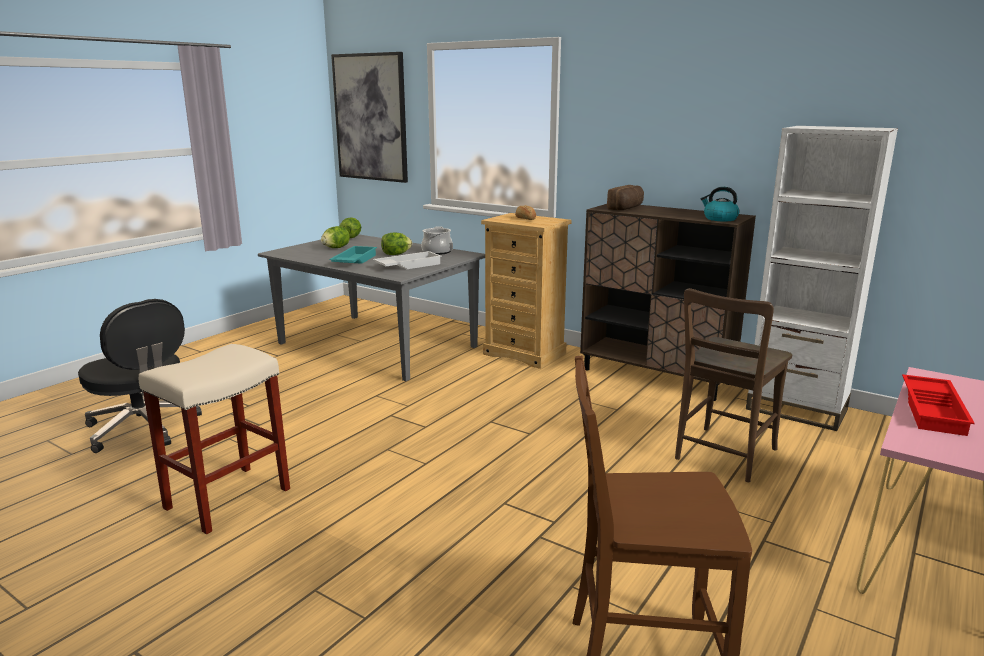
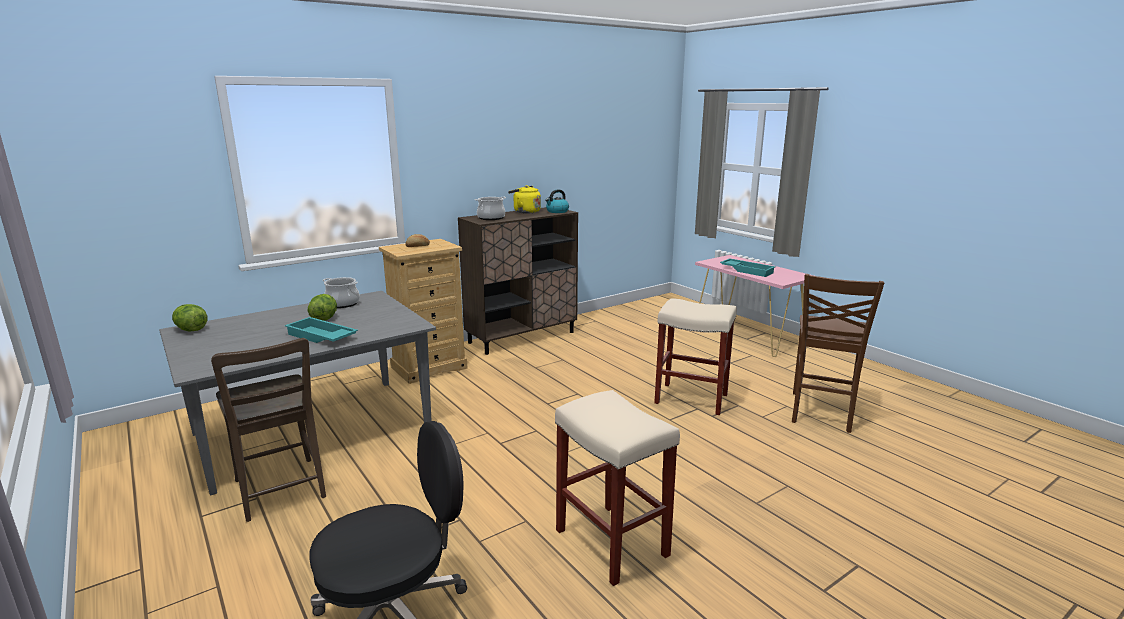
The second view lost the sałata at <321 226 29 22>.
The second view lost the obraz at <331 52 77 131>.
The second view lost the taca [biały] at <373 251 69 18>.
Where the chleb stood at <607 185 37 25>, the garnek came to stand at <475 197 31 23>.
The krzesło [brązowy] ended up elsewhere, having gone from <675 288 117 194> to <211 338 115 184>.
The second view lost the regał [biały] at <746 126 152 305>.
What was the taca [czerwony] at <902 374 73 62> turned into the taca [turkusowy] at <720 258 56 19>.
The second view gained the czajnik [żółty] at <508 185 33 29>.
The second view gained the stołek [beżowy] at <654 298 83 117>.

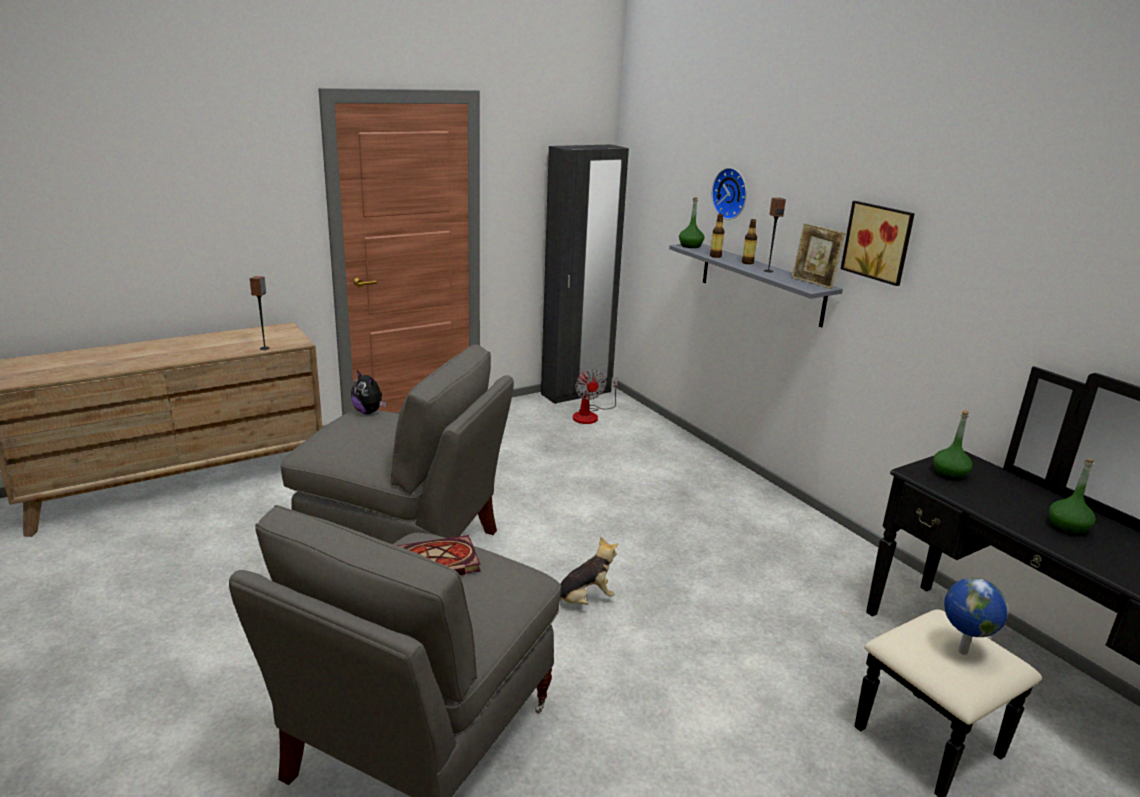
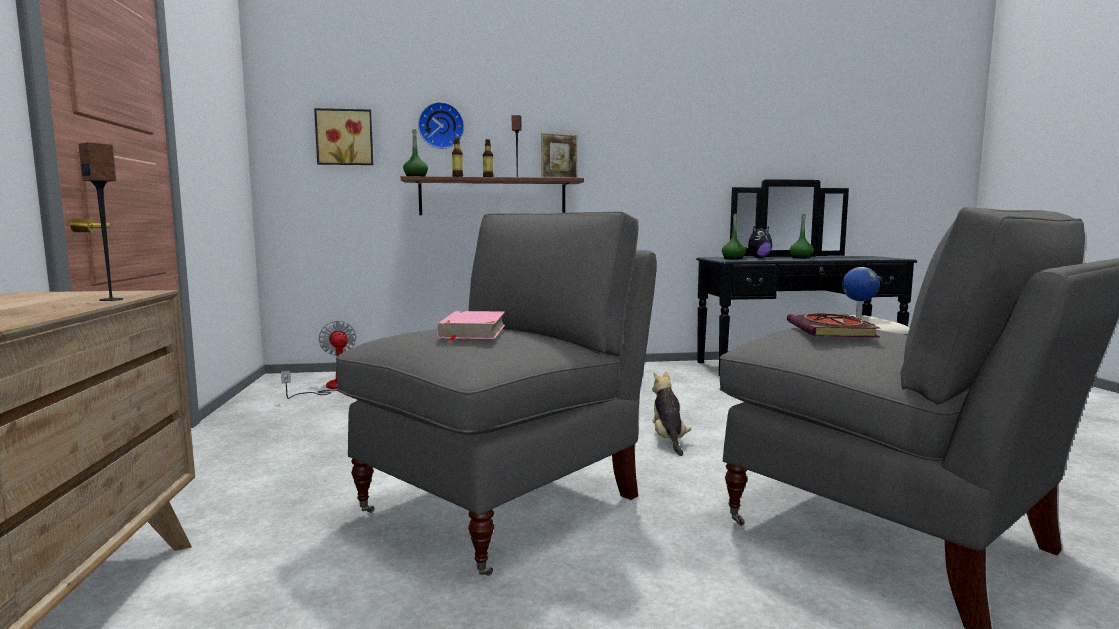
The pluszak ended up elsewhere, having gone from <351 370 35 44> to <745 226 27 32>.
The second view lost the szafa [czarny] at <541 145 88 259>.
The wentylator at <573 369 45 55> ended up facing another way, 120 degrees counterclockwise from before.
What was the półka [szary] at <669 243 174 85> turned into the półka [brązowy] at <401 176 183 39>.
The obraz ended up elsewhere, having gone from <841 201 74 85> to <314 108 59 57>.
The second view gained the książka [różowy] at <437 311 68 31>.

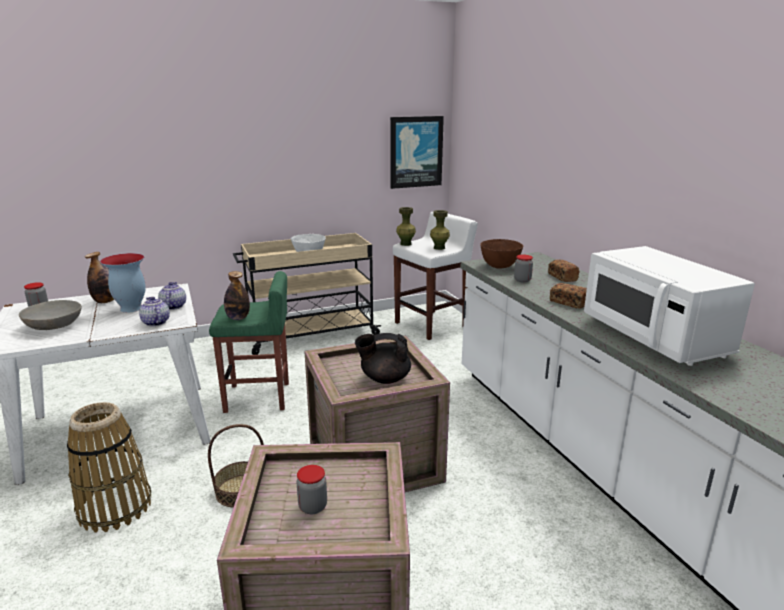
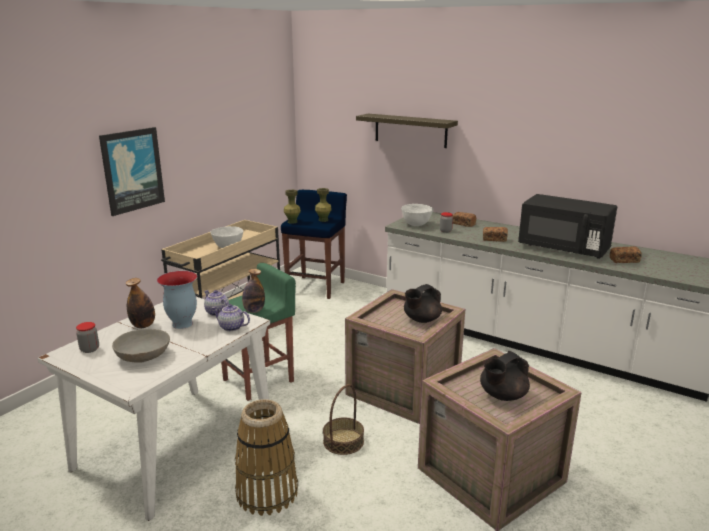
Where the słoik stood at <296 465 31 49>, the imbryk [czarny] came to stand at <480 351 50 50>.
The obraz ended up elsewhere, having gone from <390 116 54 73> to <99 127 66 89>.
What was the stołek [biały] at <393 211 85 129> turned into the stołek [niebieski] at <281 190 66 109>.
What was the miska [brązowy] at <480 239 43 30> turned into the miska [biały] at <401 204 32 22>.
What was the mikrofalówka [biały] at <584 246 171 120> turned into the mikrofalówka [czarny] at <518 194 99 65>.
The second view gained the półka at <356 114 102 34>.
The second view gained the chleb at <610 246 32 17>.

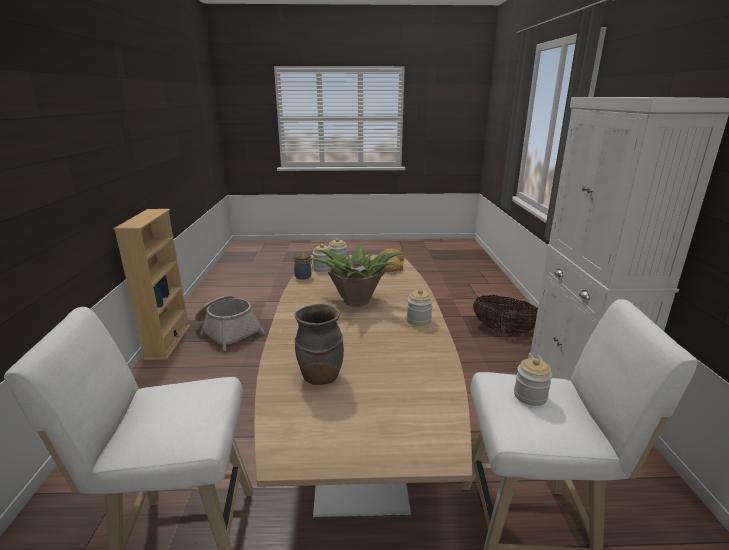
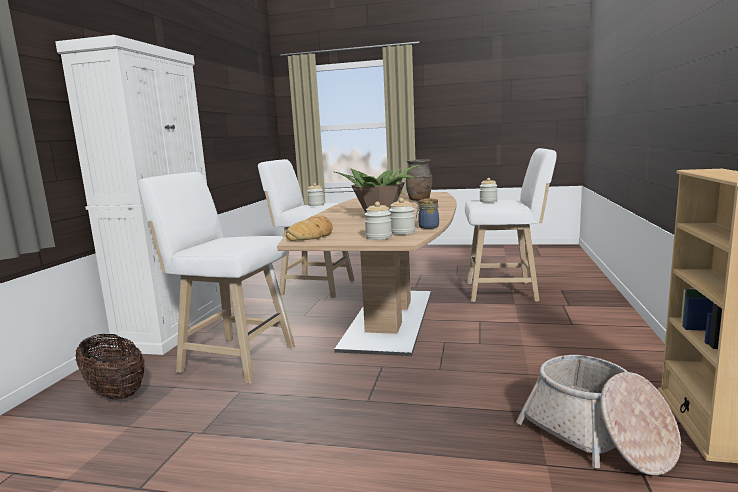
The słoik ended up elsewhere, having gone from <407 289 26 37> to <480 178 18 24>.
The second view gained the stołek [biały] at <138 172 157 212>.

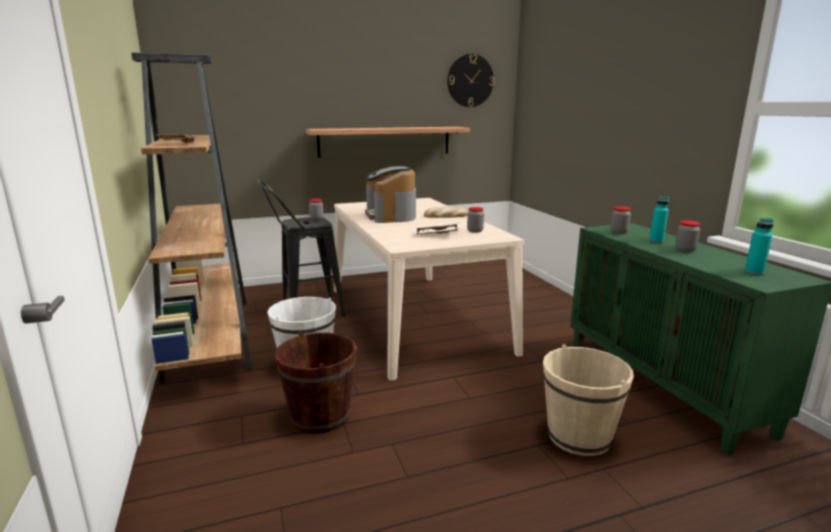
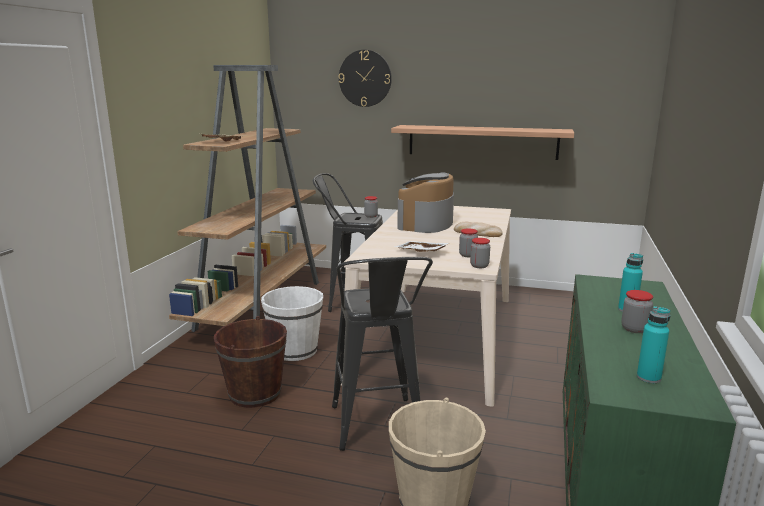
The zegar ścienny ended up elsewhere, having gone from <447 54 47 53> to <338 50 54 57>.
The słoik ended up elsewhere, having gone from <610 206 21 28> to <470 238 20 30>.
The second view gained the stołek [czarny] at <332 257 101 194>.

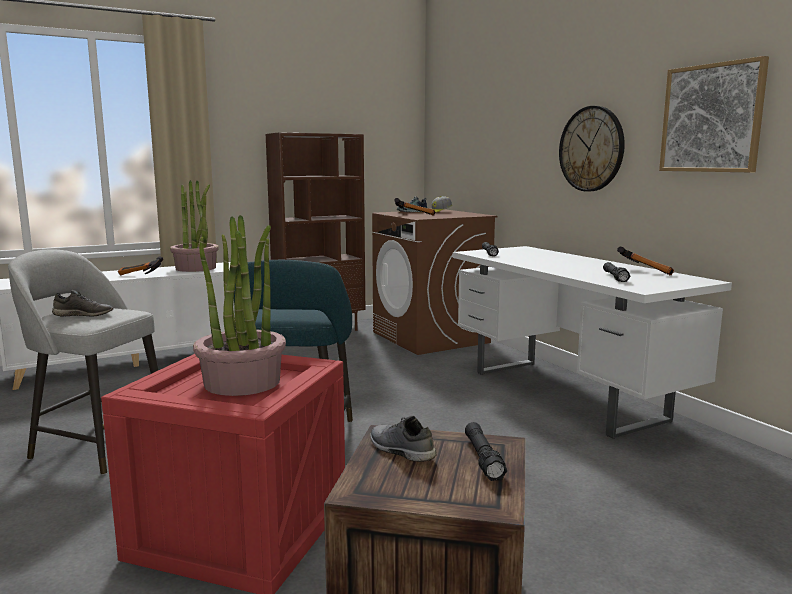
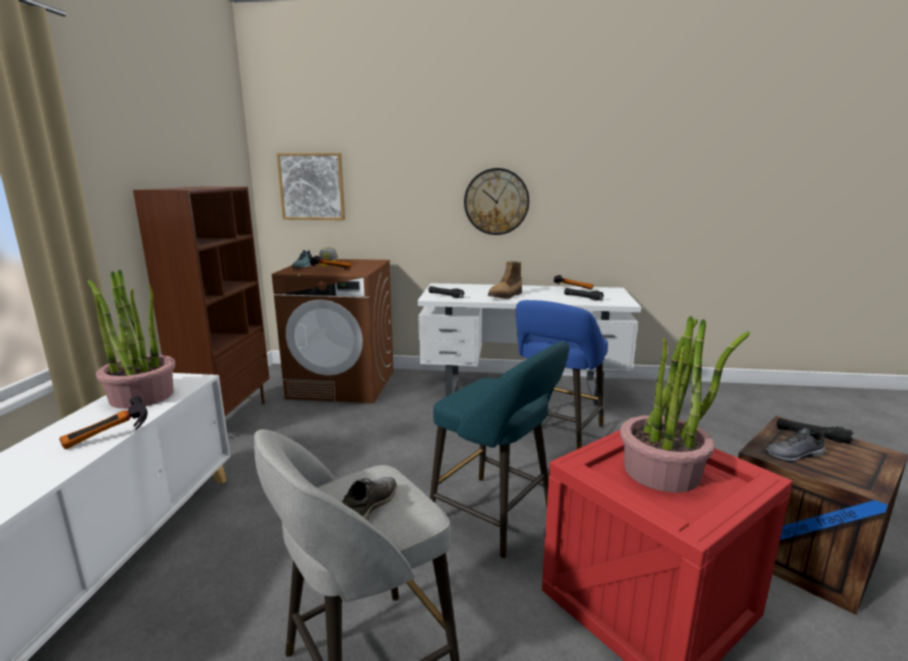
The obraz ended up elsewhere, having gone from <659 56 110 116> to <277 153 68 67>.
The second view gained the but z cholewką at <488 261 34 38>.
The second view gained the stołek [niebieski] at <516 300 92 149>.

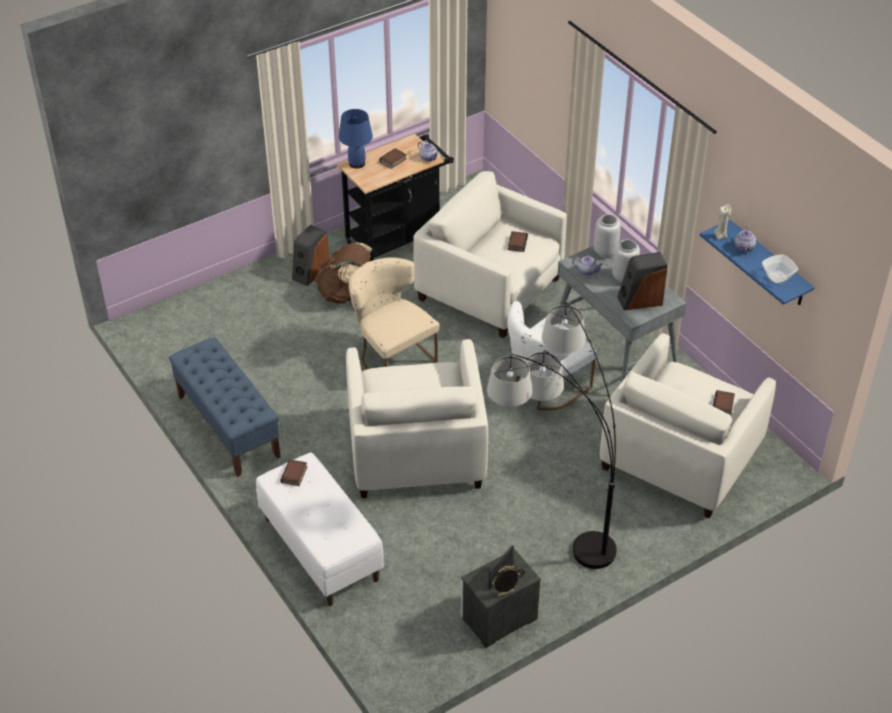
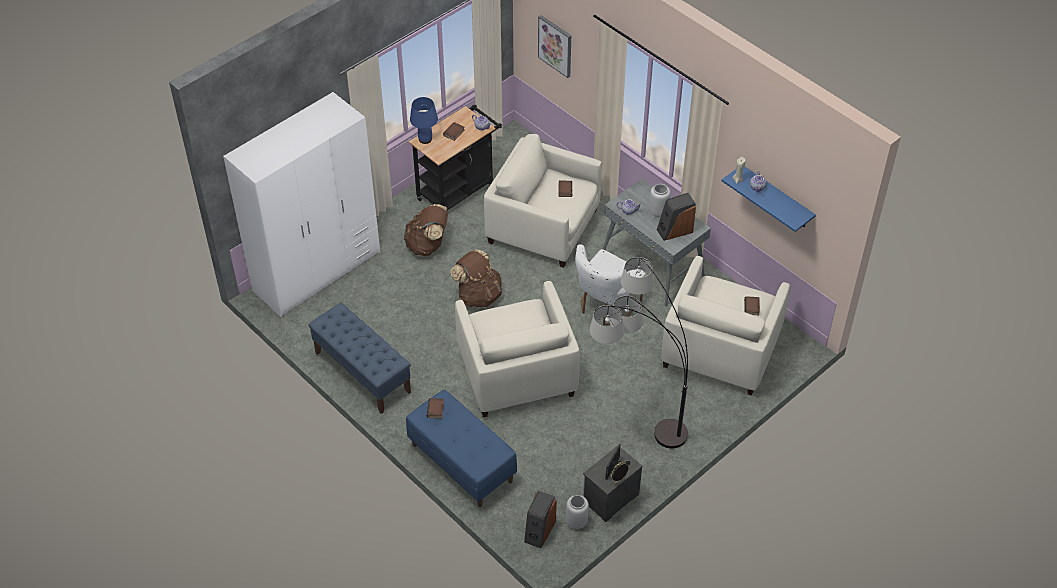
What was the ławka [biały] at <256 452 128 154> turned into the ławka [niebieski] at <406 390 111 117>.
The głośnik ended up elsewhere, having gone from <292 225 37 61> to <524 491 33 57>.
Where the krzesło [beżowy] stood at <349 257 90 112>, the plecak [brązowy] came to stand at <450 249 52 58>.
The wazon [szary] ended up elsewhere, having gone from <594 214 27 43> to <566 495 23 34>.
The second view lost the miska at <762 254 36 30>.
The second view gained the szafa [biały] at <223 92 157 225>.
The second view gained the obraz at <538 15 33 63>.

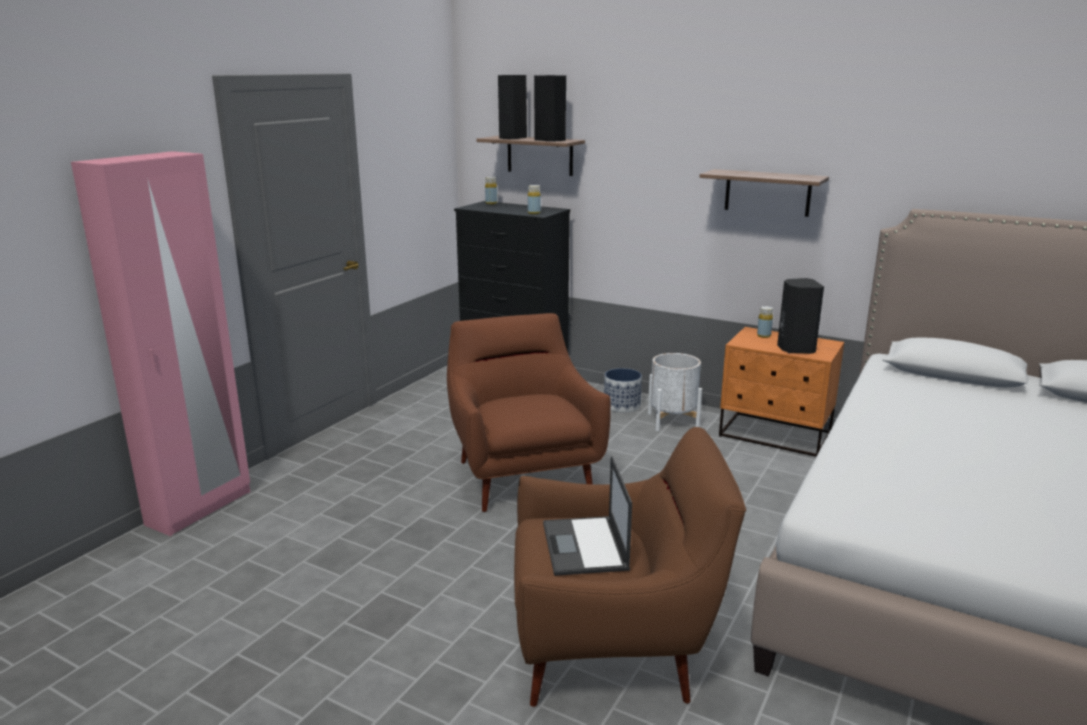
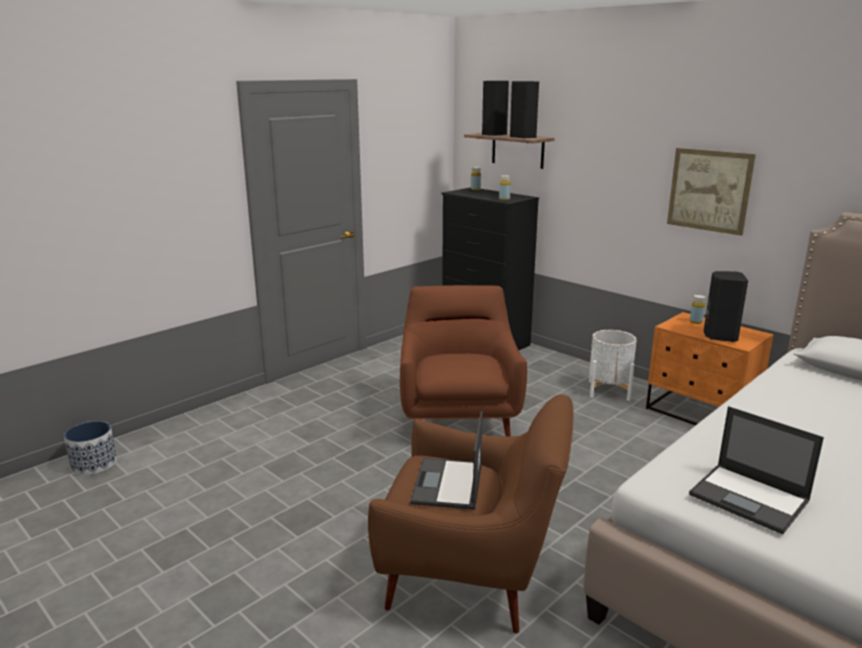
The second view lost the szafa [różowy] at <71 151 179 385>.
The donica ended up elsewhere, having gone from <604 368 38 44> to <64 421 53 54>.
Where the półka hung at <699 169 130 48>, the obraz came to hang at <667 148 89 88>.
The second view gained the laptop at <689 406 135 128>.

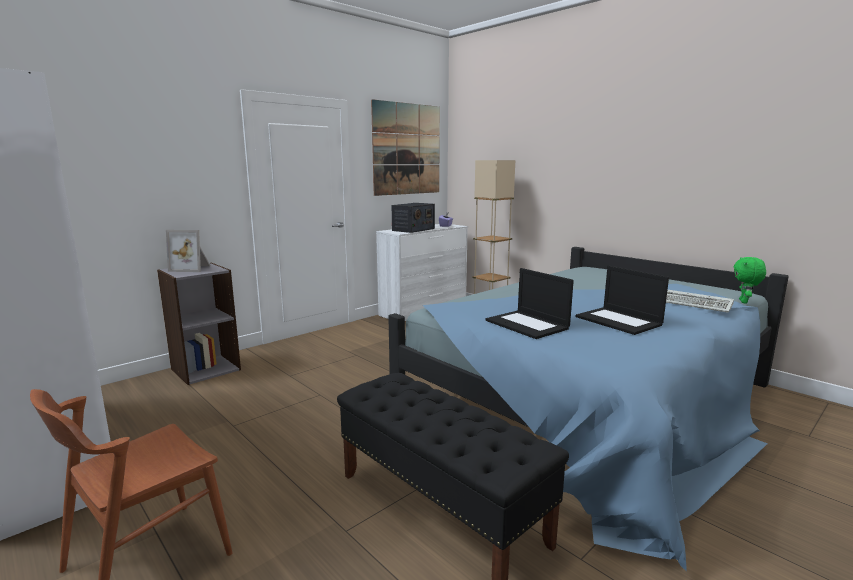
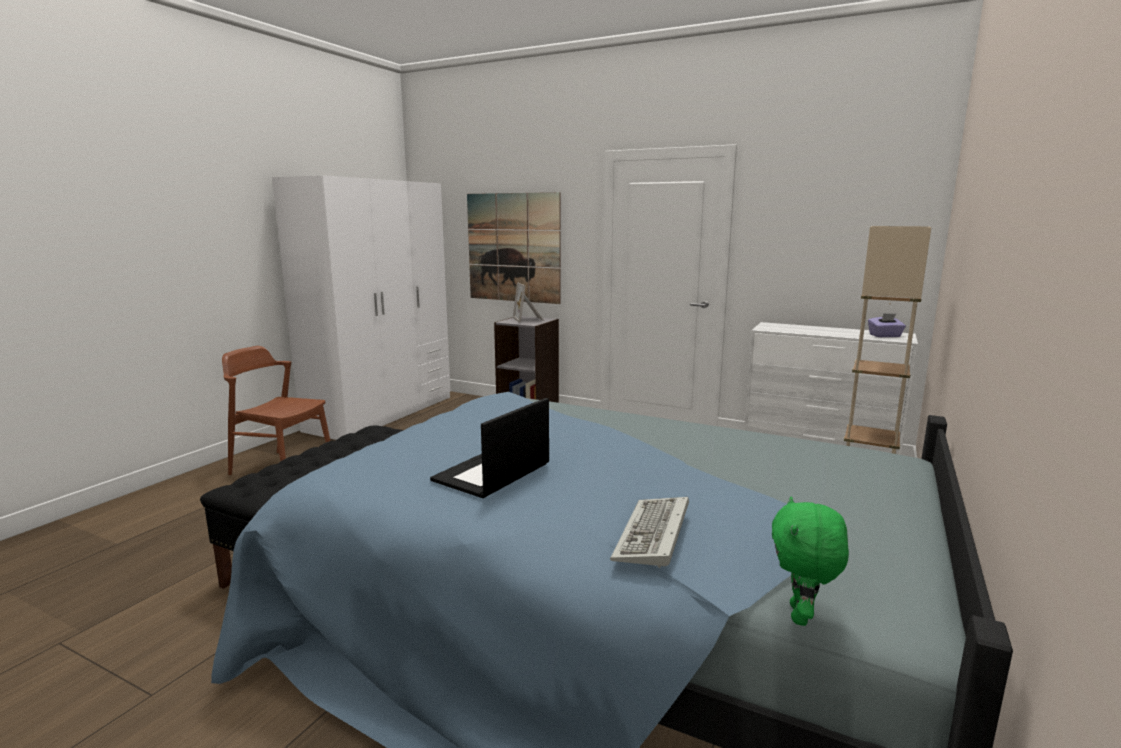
The obraz ended up elsewhere, having gone from <371 99 69 97> to <467 192 93 112>.
The second view lost the radio at <392 203 43 30>.
The second view lost the laptop at <486 268 88 71>.
The pluszak [zielony] at <733 257 33 47> ended up facing another way, 75 degrees counterclockwise from before.

